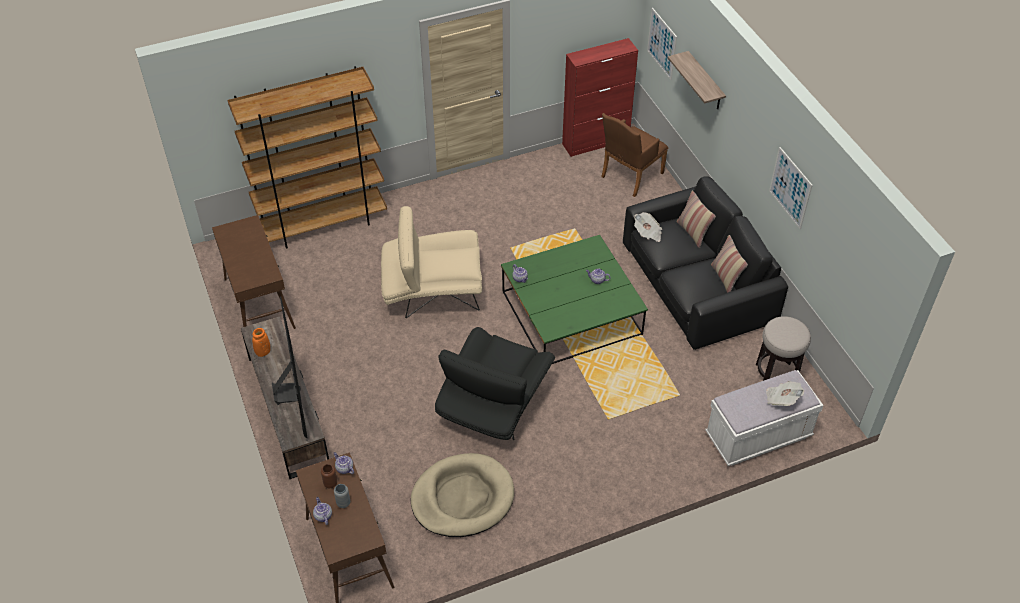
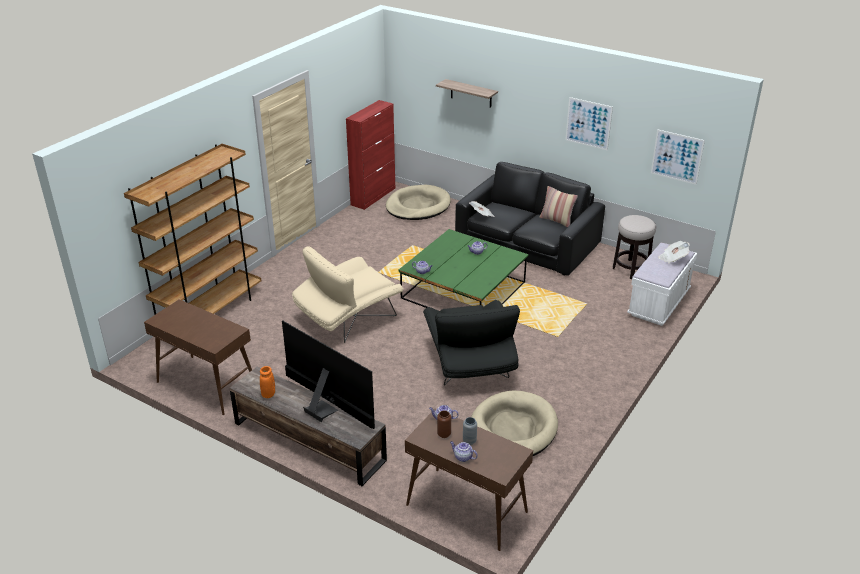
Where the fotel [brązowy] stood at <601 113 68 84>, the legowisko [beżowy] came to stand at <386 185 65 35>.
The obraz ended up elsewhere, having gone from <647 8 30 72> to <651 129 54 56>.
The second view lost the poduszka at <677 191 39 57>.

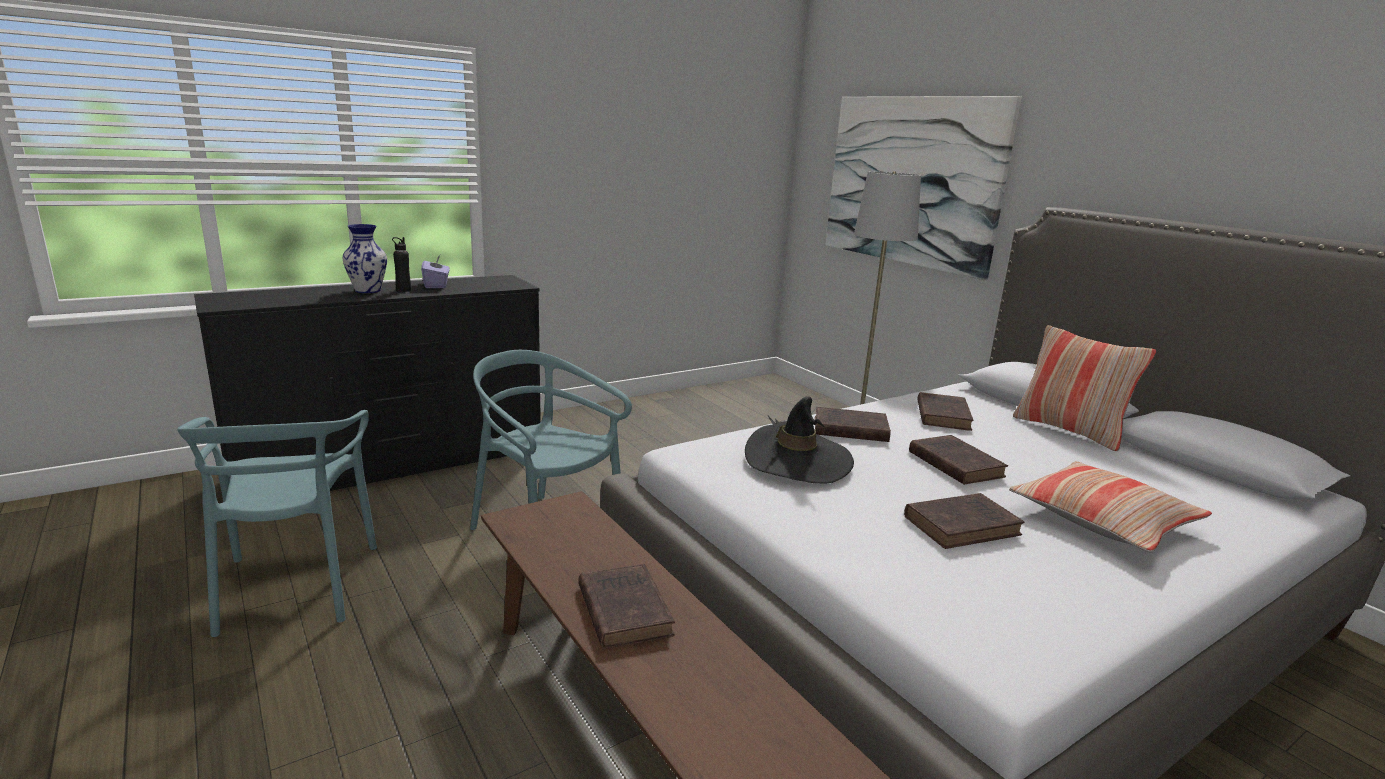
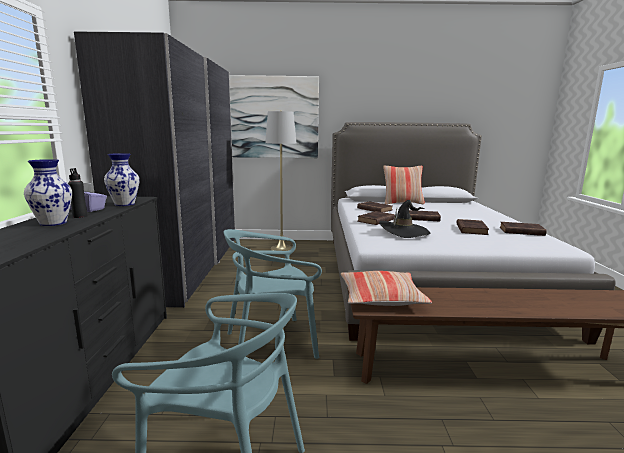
The książka [brązowy] ended up elsewhere, having gone from <578 564 97 85> to <500 222 46 14>.
The poduszka ended up elsewhere, having gone from <1009 461 203 92> to <341 271 91 35>.
The second view gained the szafa [szary] at <74 31 161 277>.
The second view gained the wazon at <104 153 36 53>.

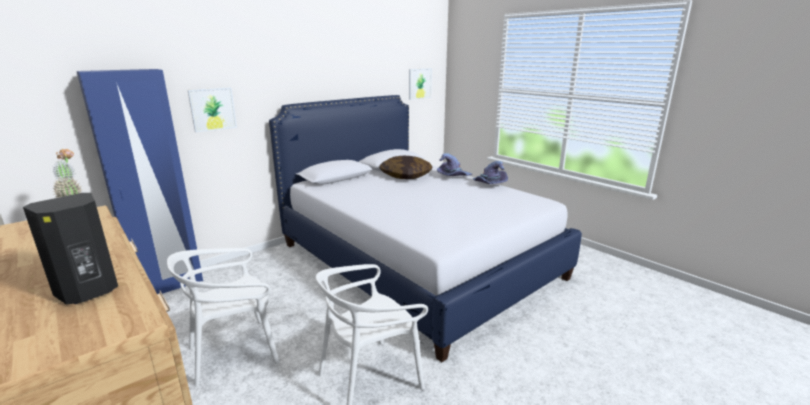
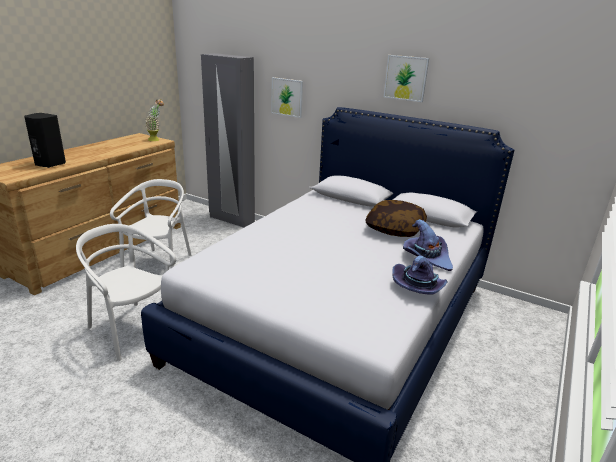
What was the szafa [niebieski] at <77 69 126 225> turned into the szafa [szary] at <201 53 54 175>.
The krzesło [biały] at <167 248 113 139> ended up facing another way, 60 degrees clockwise from before.
The obraz ended up elsewhere, having gone from <409 68 23 32> to <384 55 45 47>.

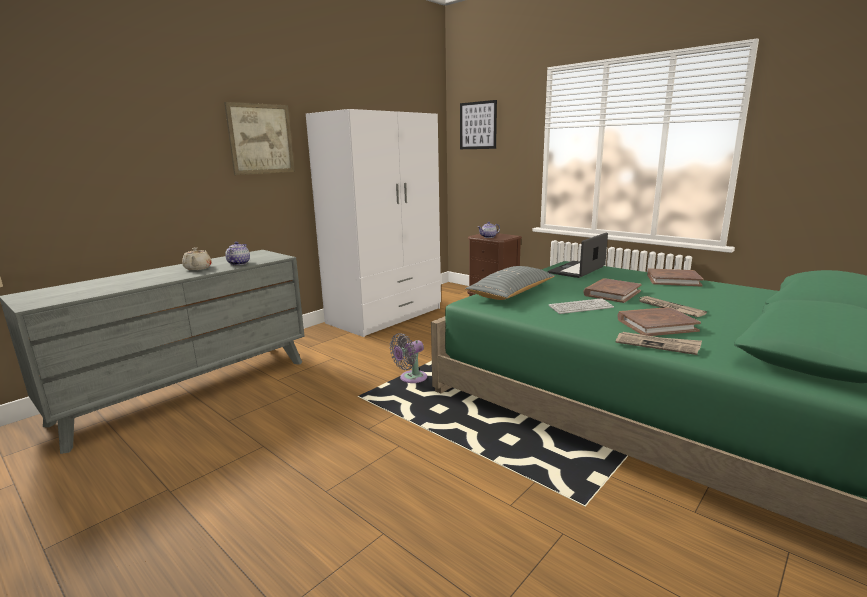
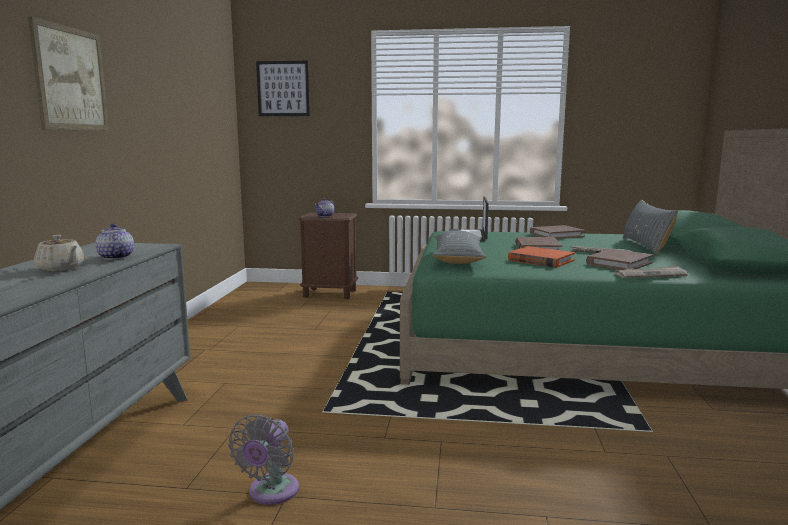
The second view lost the szafa [biały] at <306 109 135 228>.
The wentylator [szary] ended up elsewhere, having gone from <390 333 37 50> to <228 414 71 91>.
Where the klawiatura stood at <549 298 65 16>, the książka [pomarańczowy] came to stand at <508 246 67 22>.
The second view gained the poduszka [szary] at <623 200 55 55>.

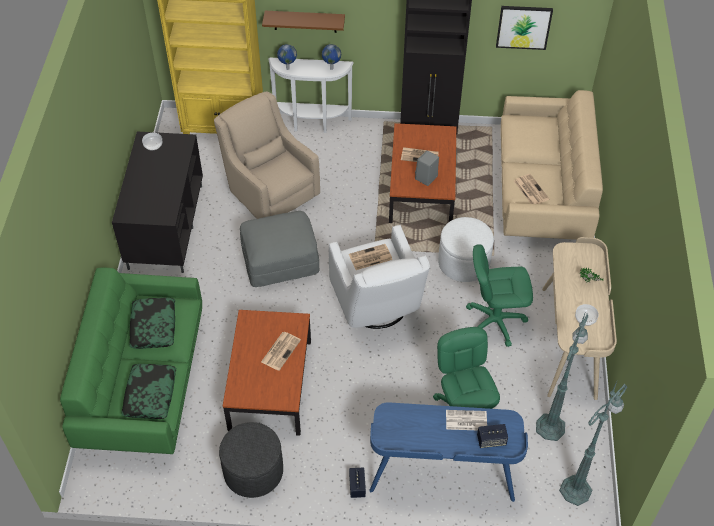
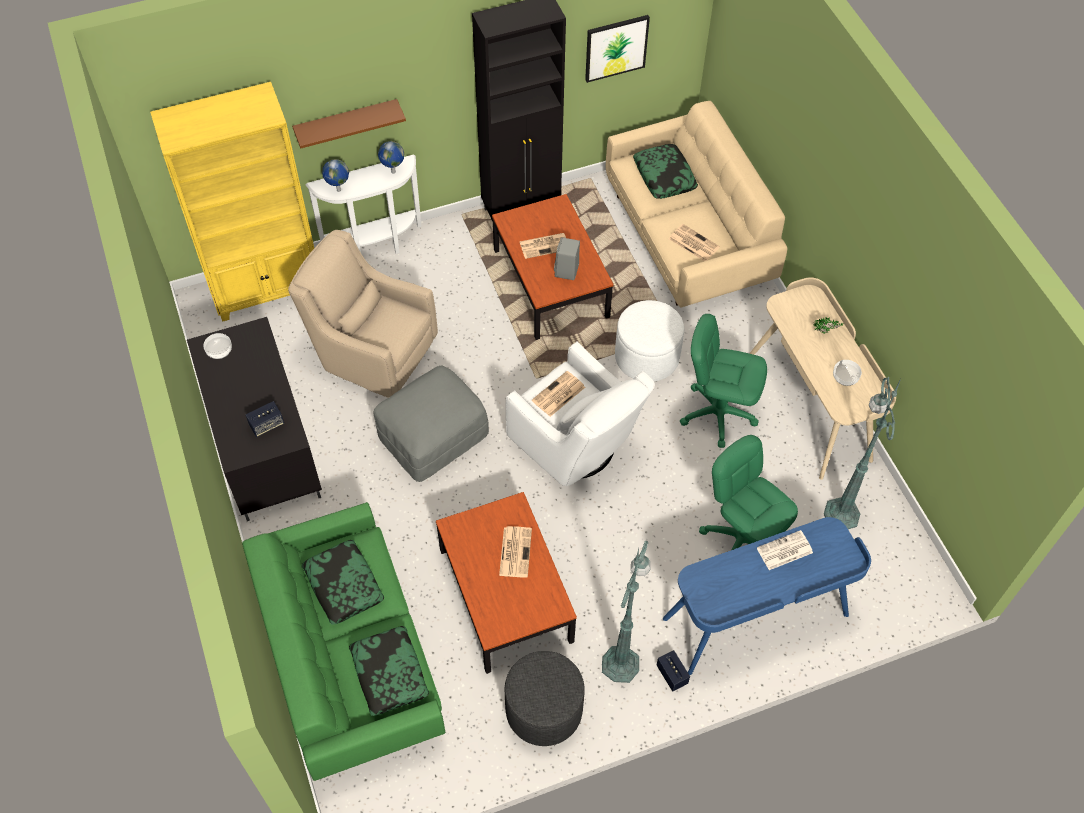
The krzesło biurowe [zielony] at <466 244 67 103> ended up facing another way, 45 degrees clockwise from before.
The głośnik ended up elsewhere, having gone from <477 424 31 24> to <245 401 39 36>.
The lampa stojąca [zielony] ended up elsewhere, having gone from <559 382 68 124> to <602 541 49 142>.
The second view gained the poduszka at <633 144 65 55>.

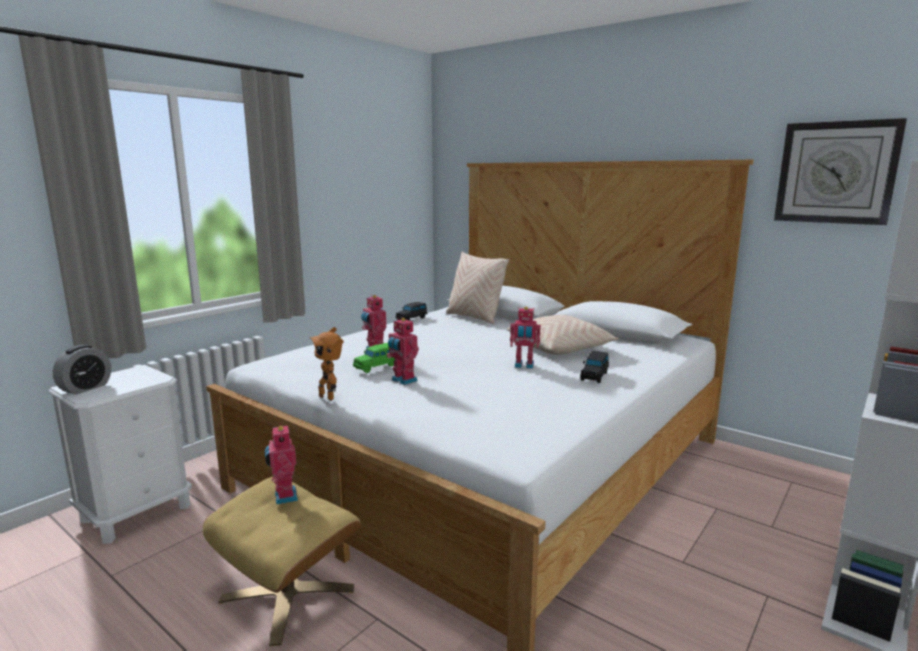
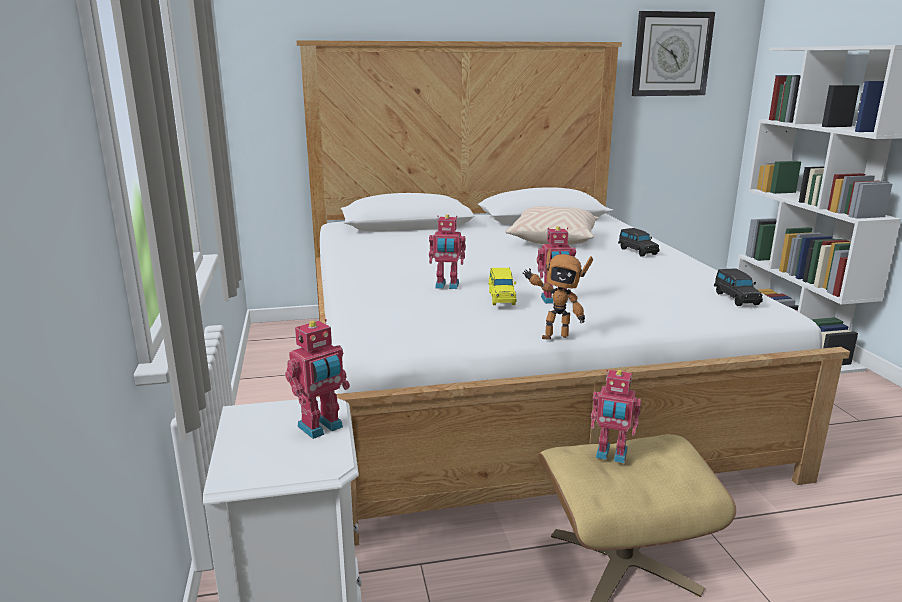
The second view lost the budzik at <53 345 58 49>.
What was the samochodzik [zielony] at <353 343 42 30> turned into the samochodzik [żółty] at <489 268 27 37>.
The samochodzik [czarny] ended up elsewhere, having gone from <395 302 32 19> to <714 268 49 38>.
The second view lost the poduszka [beżowy] at <446 251 63 73>.
The robot zabawkowy ended up elsewhere, having gone from <510 307 31 62> to <285 319 65 120>.

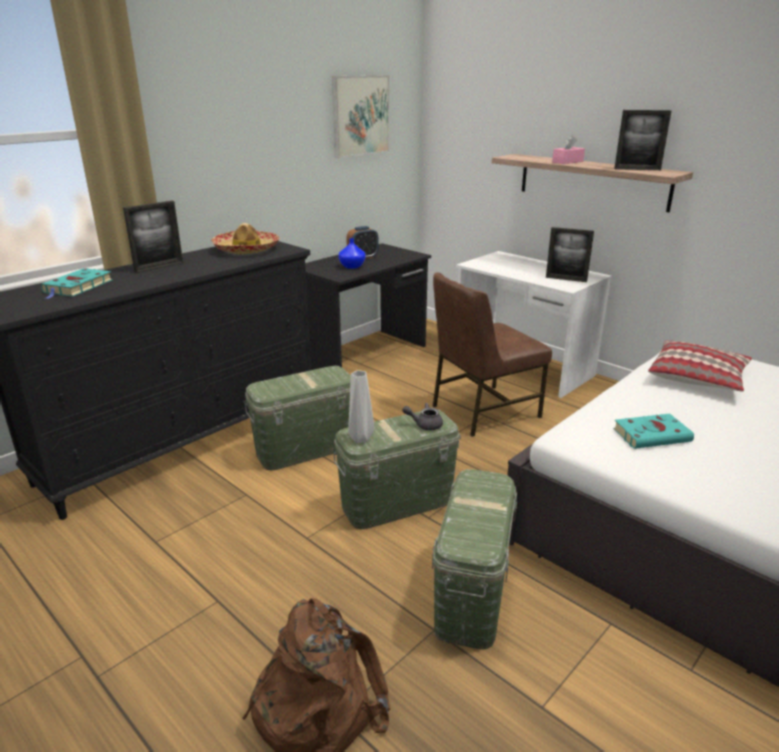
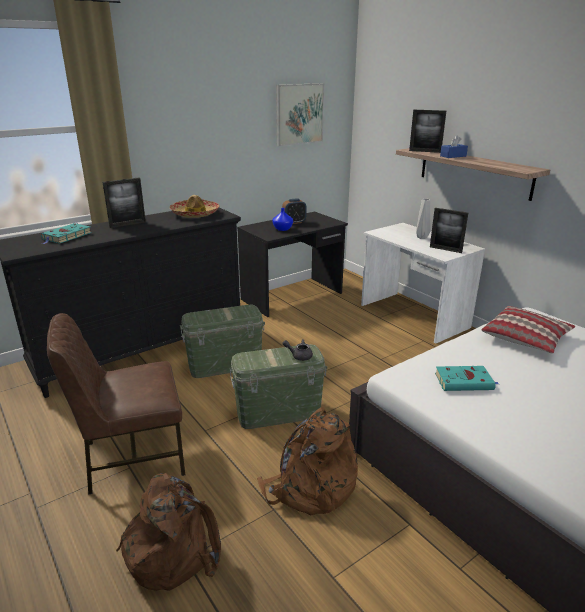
The wazon [szary] ended up elsewhere, having gone from <348 370 27 73> to <416 199 14 40>.
Where the pojemnik do przechowywania [zielony] stood at <432 469 85 180>, the plecak [brązowy] came to stand at <257 407 101 108>.
The krzesło [brązowy] ended up elsewhere, having gone from <433 272 119 165> to <47 313 138 182>.
What was the pudełko chusteczek [różowy] at <552 136 33 28> turned into the pudełko chusteczek [niebieski] at <440 136 28 22>.
The ramka na zdjęcie ended up elsewhere, having gone from <614 110 57 60> to <409 110 37 43>.

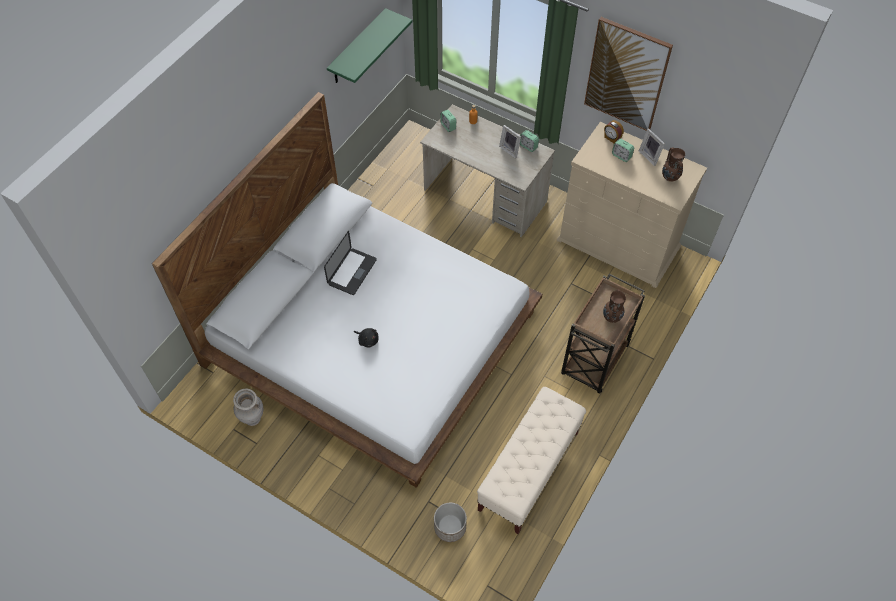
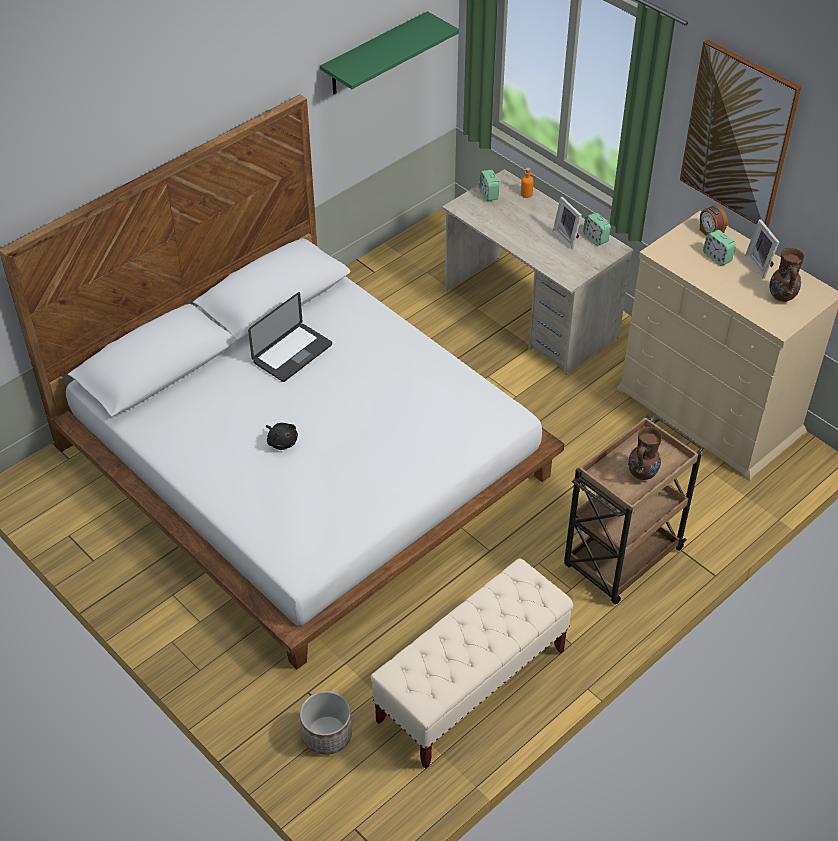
The second view lost the wazon [beżowy] at <233 388 30 38>.

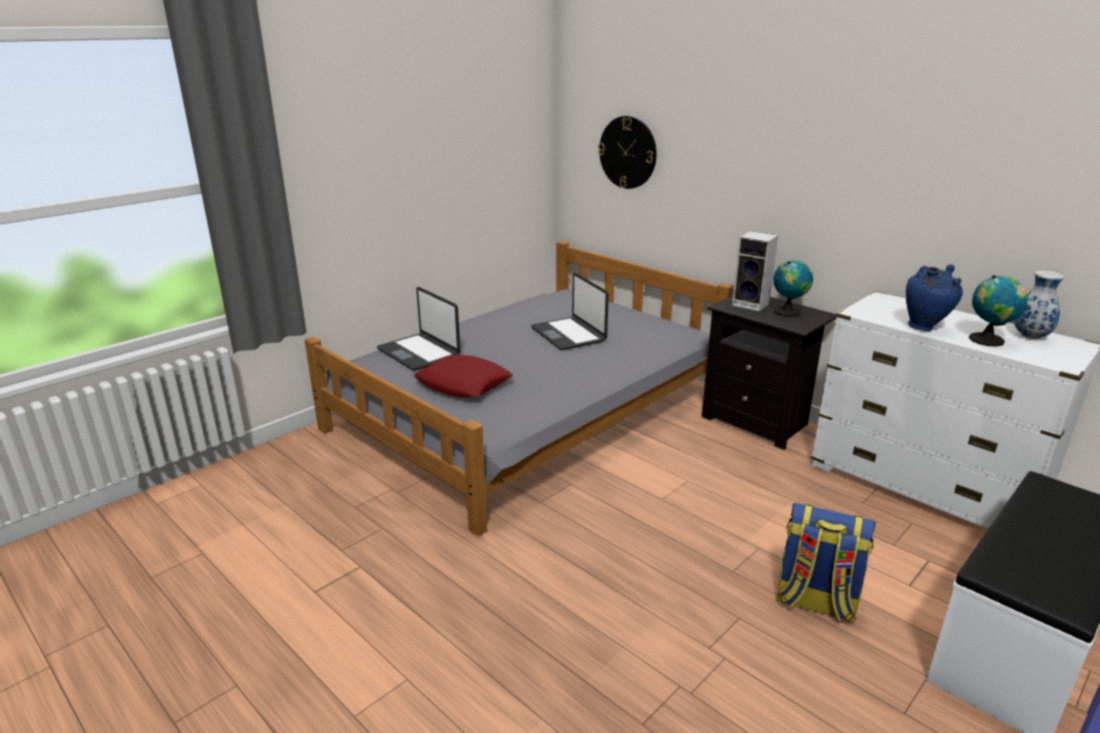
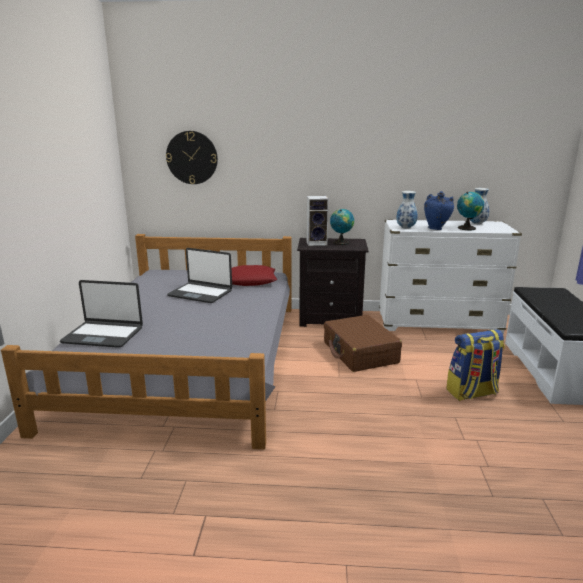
The poduszka [czerwony] ended up elsewhere, having gone from <414 355 99 43> to <232 265 45 21>.
The second view gained the walizka [brązowy] at <324 315 78 57>.
The second view gained the wazon at <397 191 21 38>.

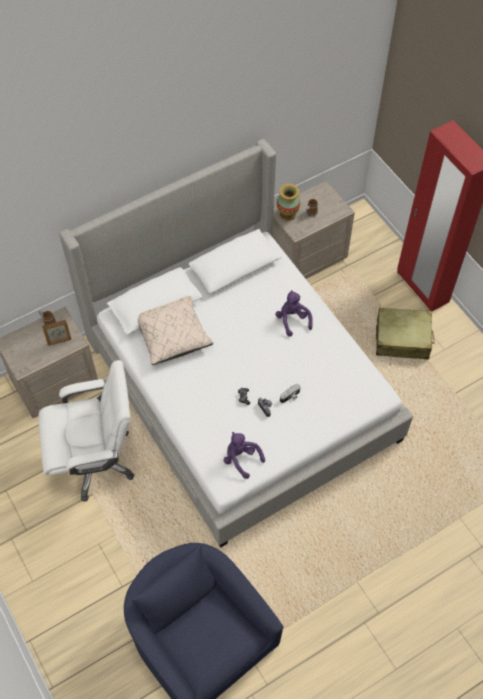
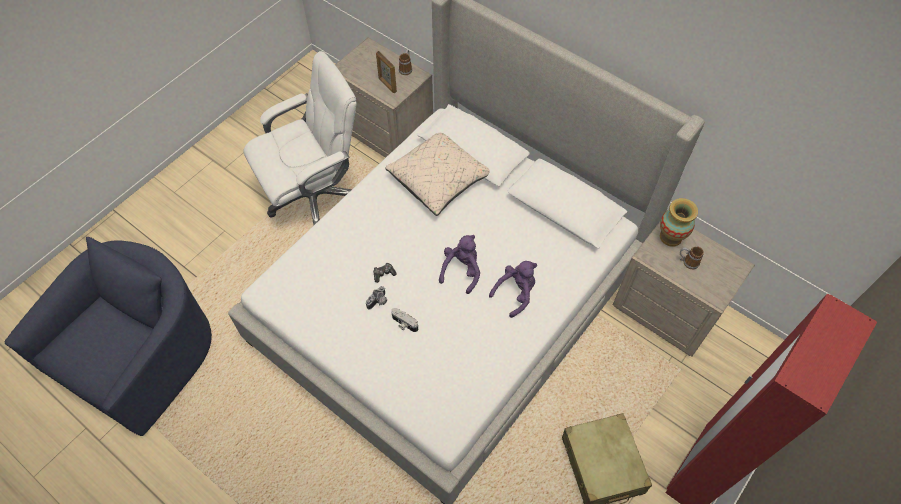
The krzesło biurowe [biały] at <39 360 96 142> ended up facing another way, 90 degrees counterclockwise from before.
The pluszak [fioletowy] ended up elsewhere, having gone from <224 432 41 47> to <439 235 41 59>.

